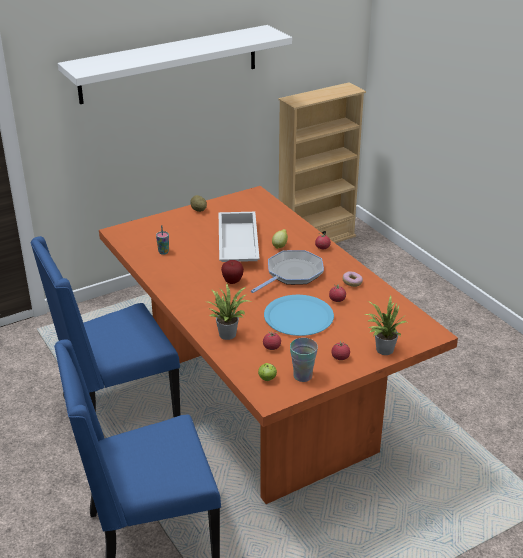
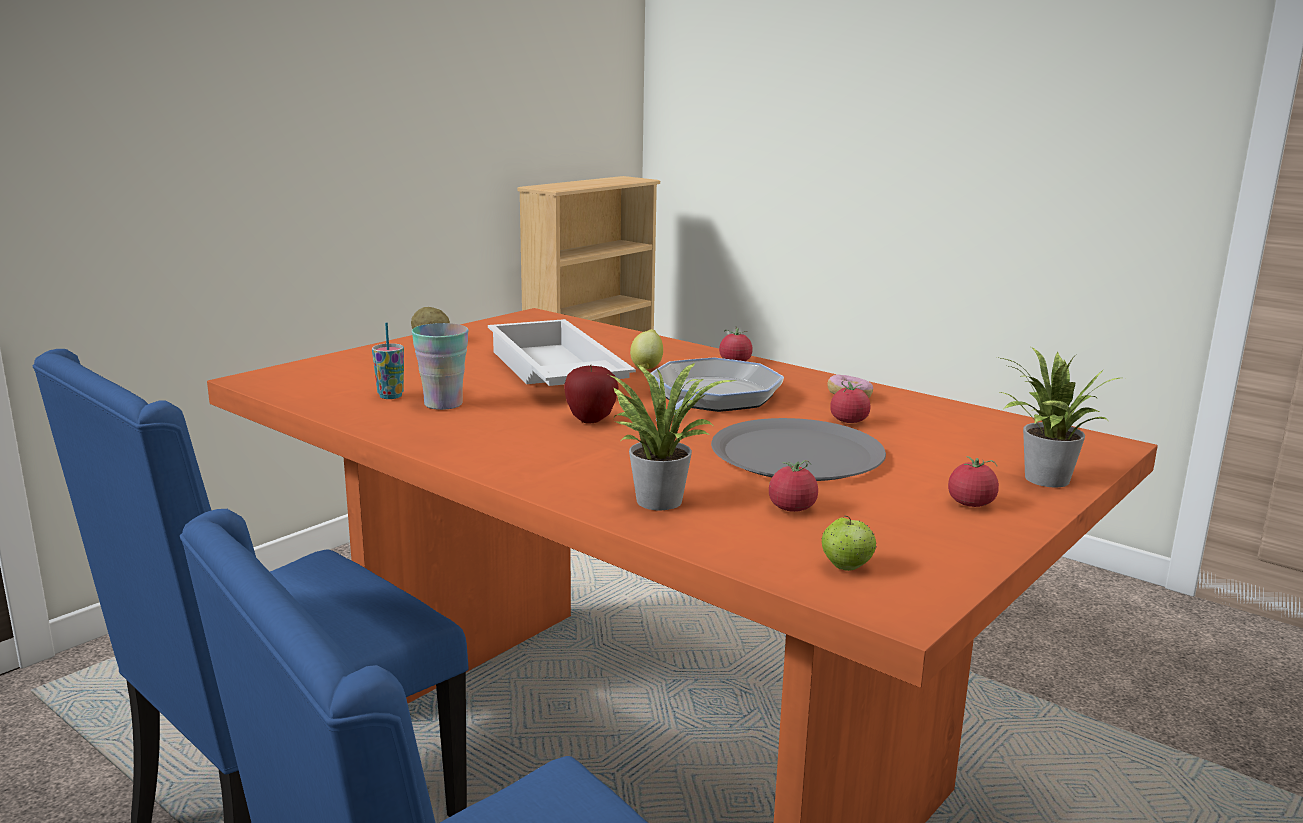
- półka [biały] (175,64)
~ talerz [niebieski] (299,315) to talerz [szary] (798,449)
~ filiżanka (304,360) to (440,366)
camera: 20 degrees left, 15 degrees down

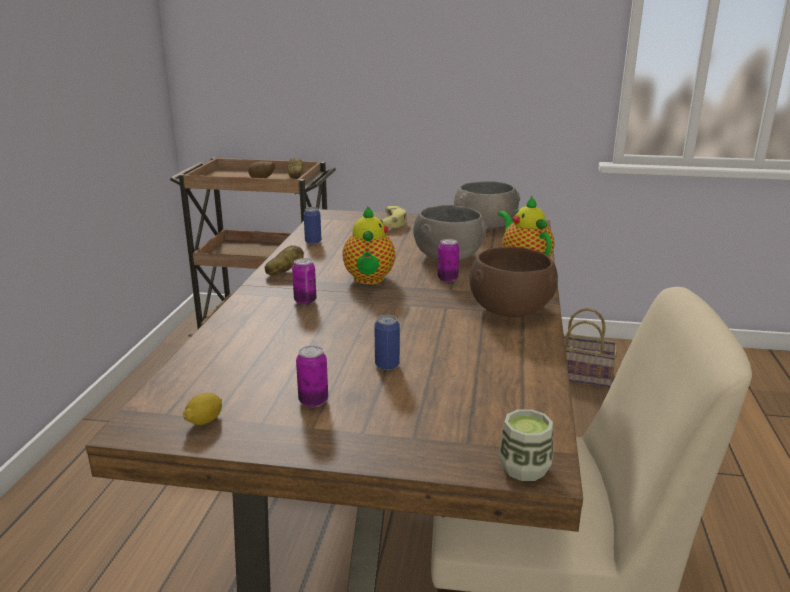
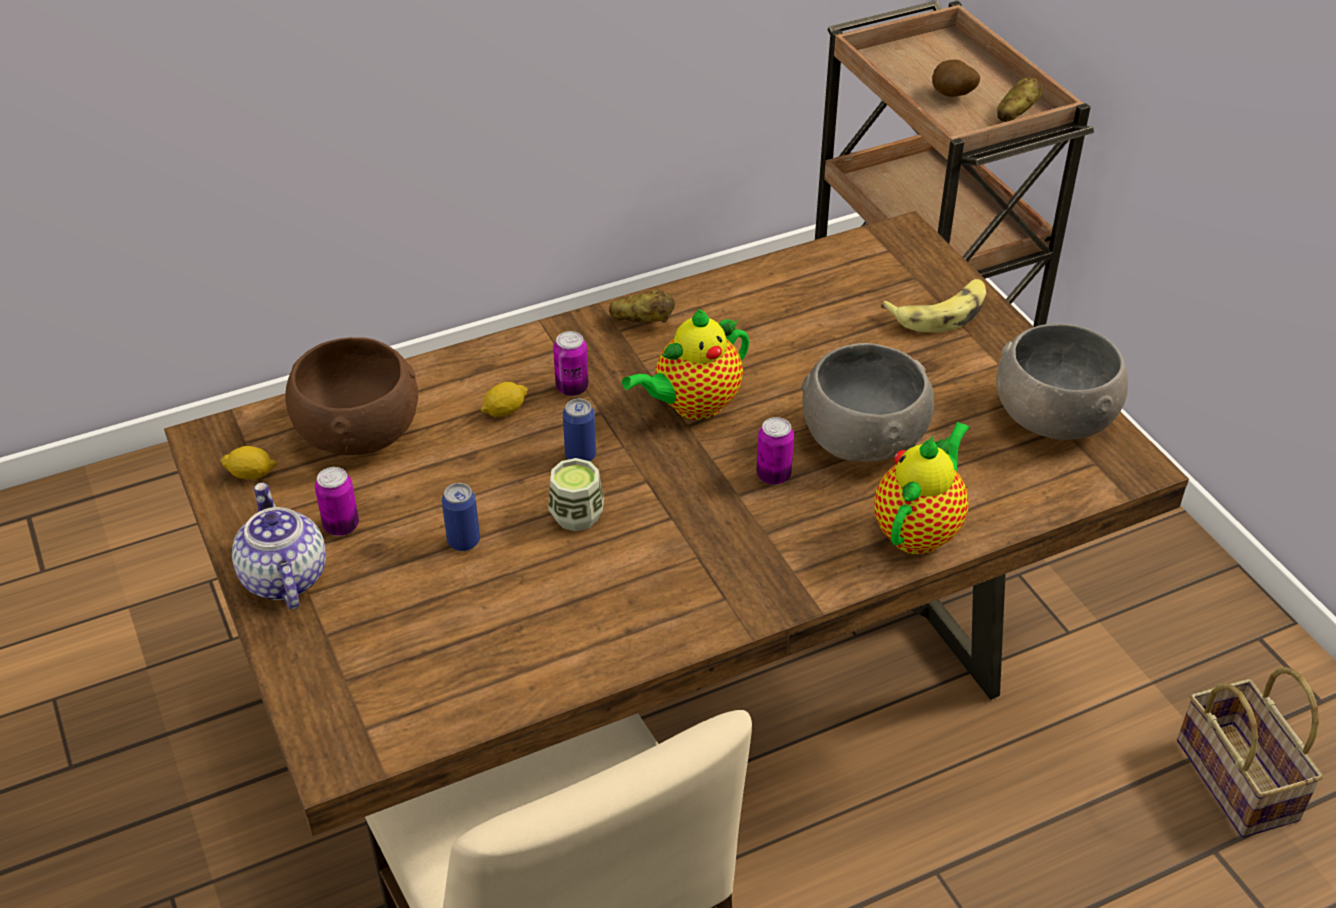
~ puszka (312,225) to (579,430)
~ miska [brązowy] (513,282) to (351,396)
~ filiżanka (525,445) to (576,494)
+ imbryk (279,546)
+ cytryna (504,399)
camera: 55 degrees right, 20 degrees up

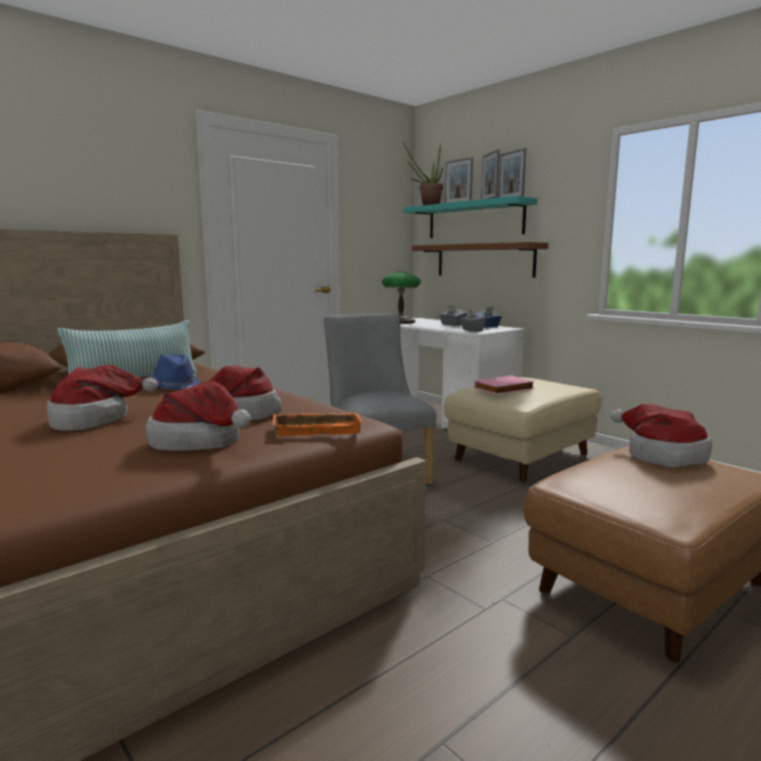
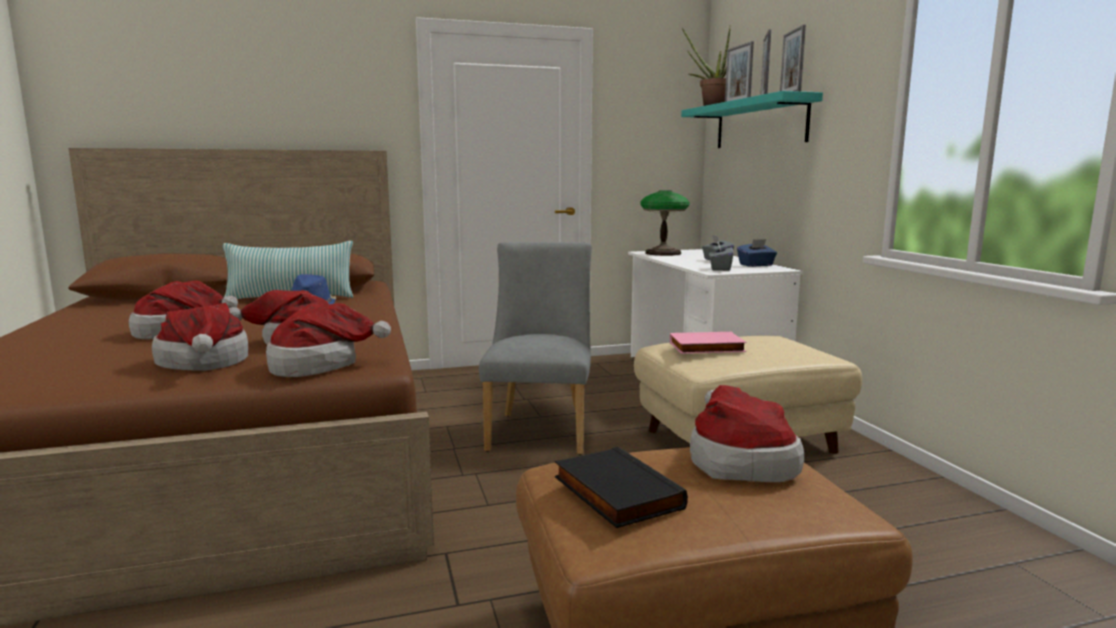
~ taca [pomarańczowy] (317,424) to kapelusz (328,340)
- półka [brązowy] (480,260)
+ książka [czarny] (621,487)
camera: 25 degrees right, 0 degrees up

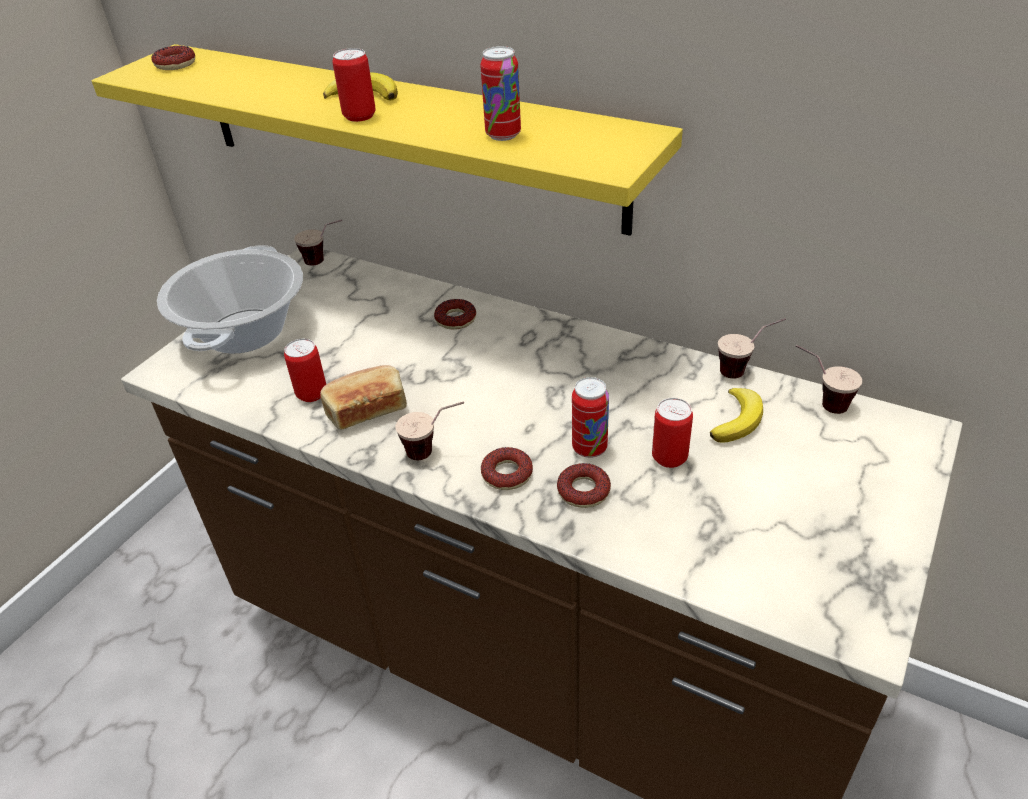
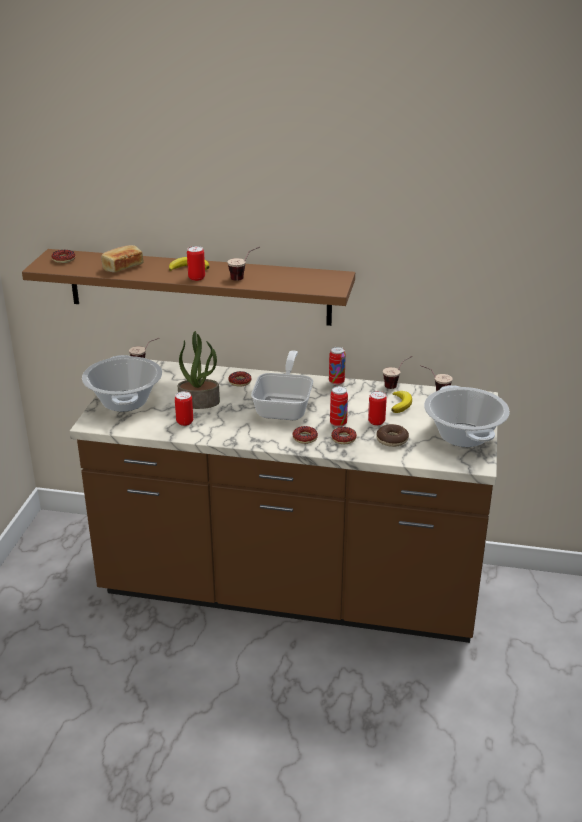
~ półka [żółty] (387,140) to półka [brązowy] (188,287)
~ chleb (363,397) to (122,259)
~ filiżanka (429,430) to (243,264)
~ puszka (500,93) to (337,366)
+ roślina doniczkowa (199,370)
+ patelnia (282,385)
+ donut (392,435)
+ garnek (467,416)
camera: 20 degrees left, 10 degrees down

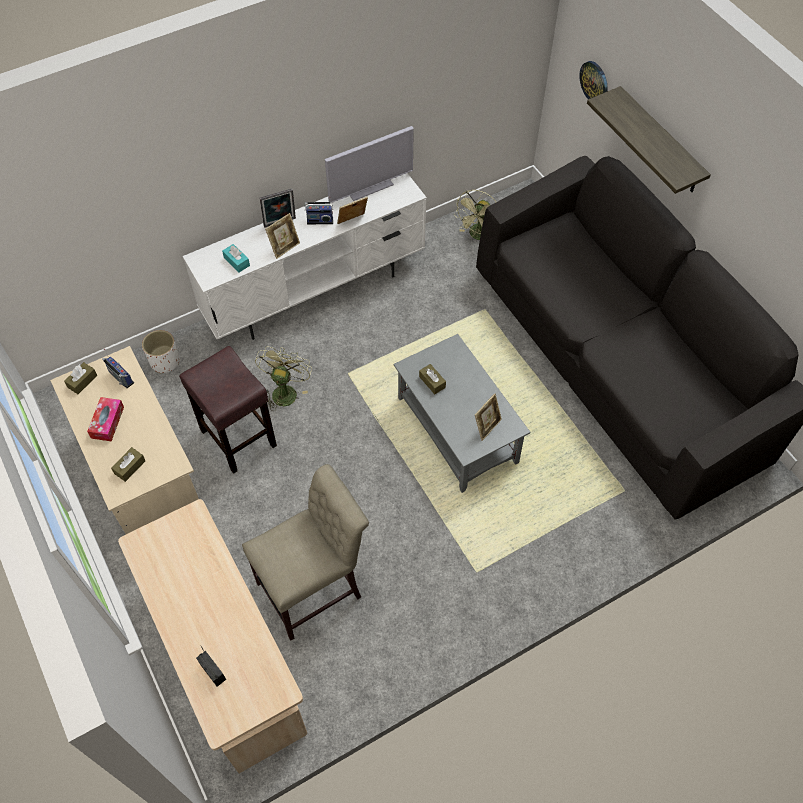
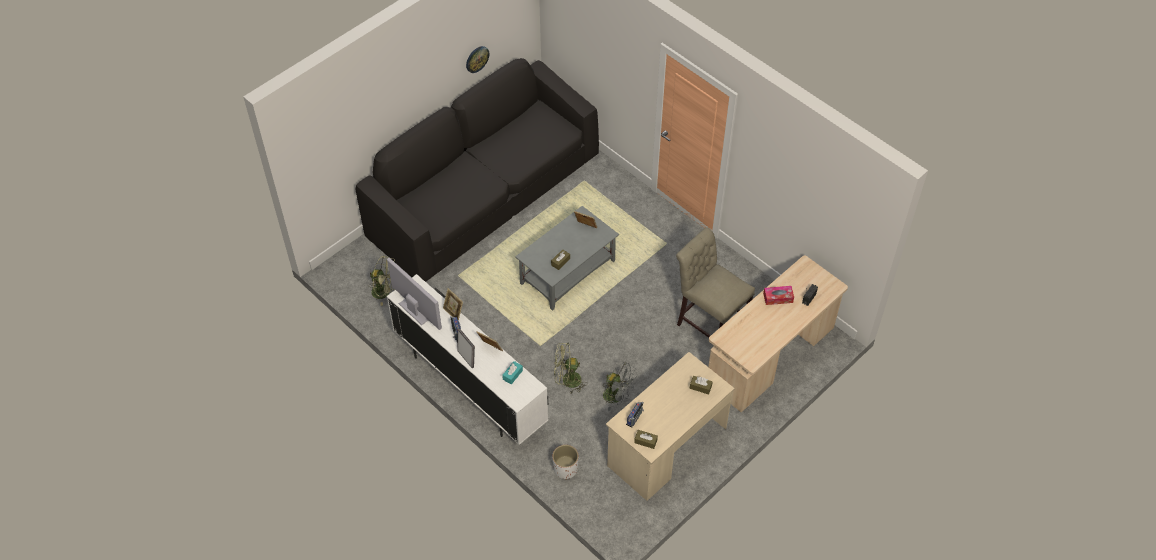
~ pudełko chusteczek (105,419) to (778,295)
~ stołek [brązowy] (228,410) to wentylator [szary] (620,386)
~ zegar ścienny (593,80) to (477,59)
- półka (649,140)
camera: 105 degrees left, 5 degrees down

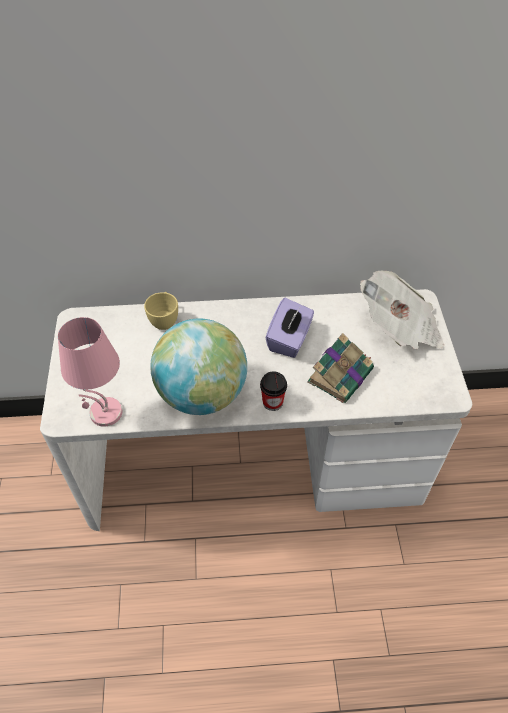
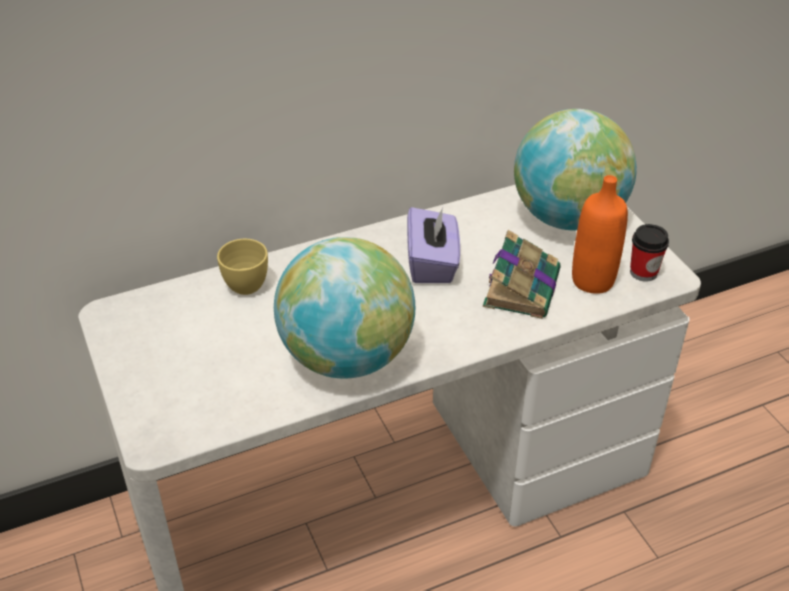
- lampa stołowa [różowy] (90,372)
~ filiżanka (273,391) to (649,253)
~ gazeta (402,310) to globus (575,169)
+ butelka [pomarańczowy] (600,234)
camera: 20 degrees left, 10 degrees down

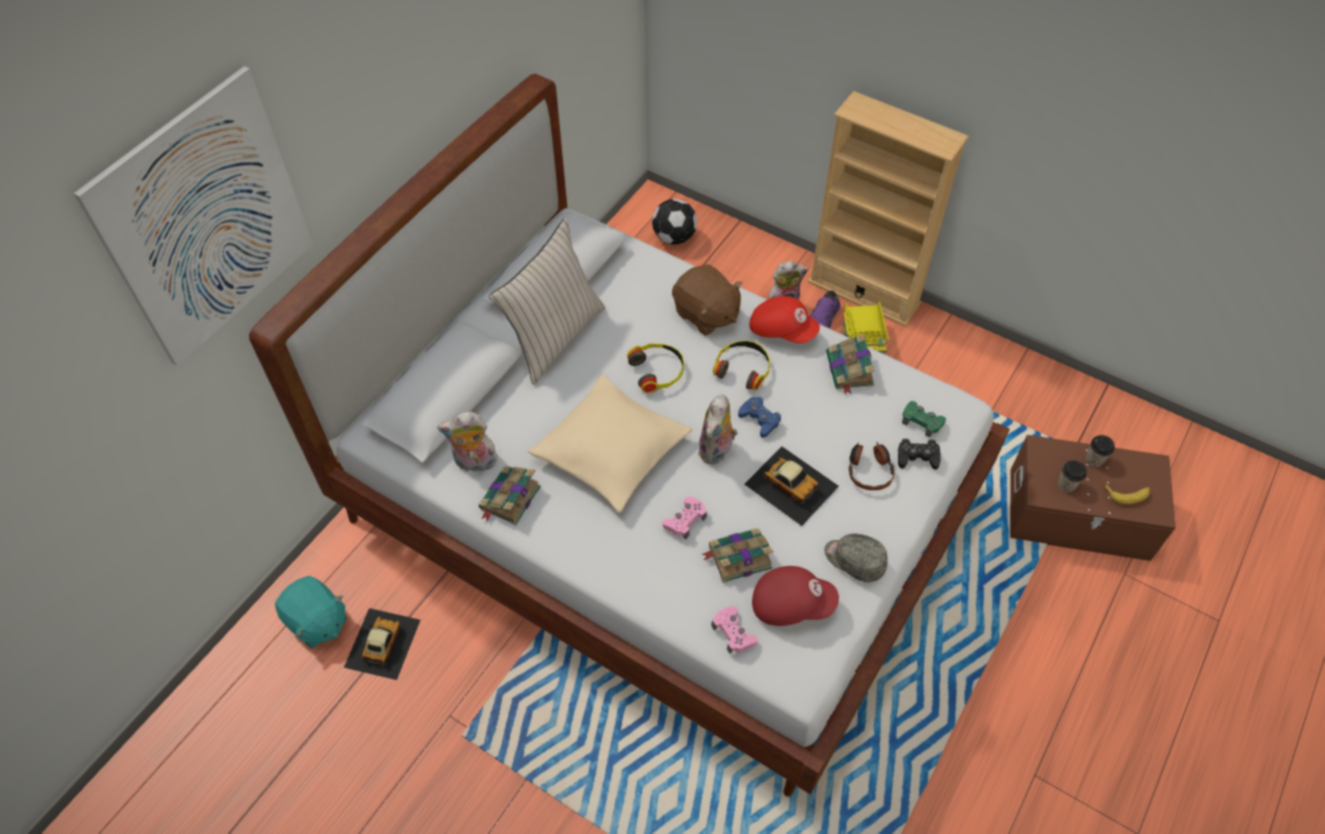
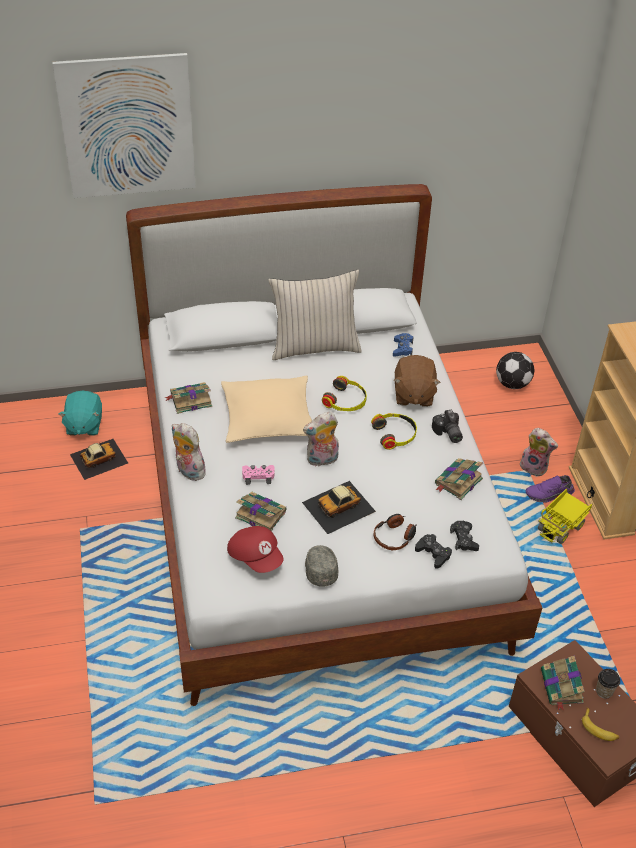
~ pluszak (468,442) to (189,452)
- pad do gier [różowy] (734,629)
~ pad do gier [niebieski] (759,417) to (403,345)
~ samochodzik (791,486) = (339,507) 60 degrees clockwise
~ czapka z daszkiem [czerwony] (784,319) to aparat fotograficzny (447,426)
~ pad do gier [zielony] (924,419) to pad do gier [czarny] (464,536)
~ filiżanka (1072,476) to książka (563,683)
camera: 45 degrees right, 10 degrees down

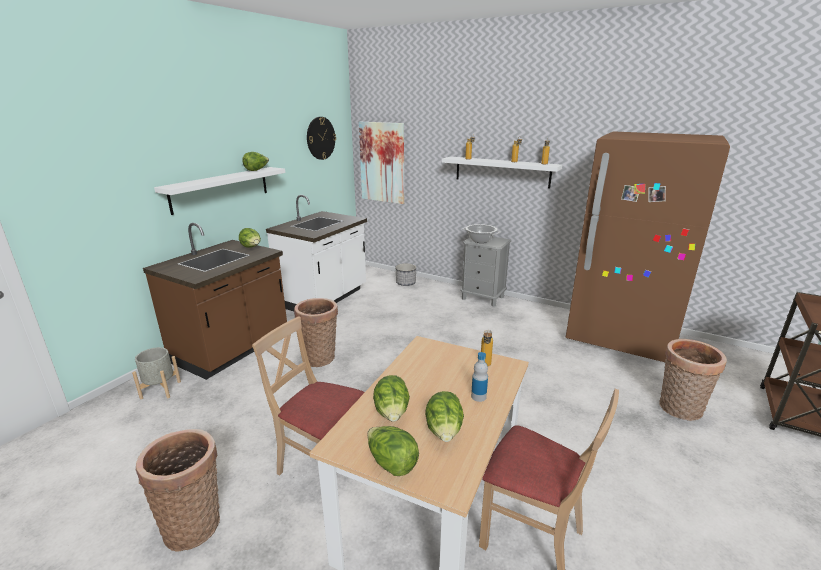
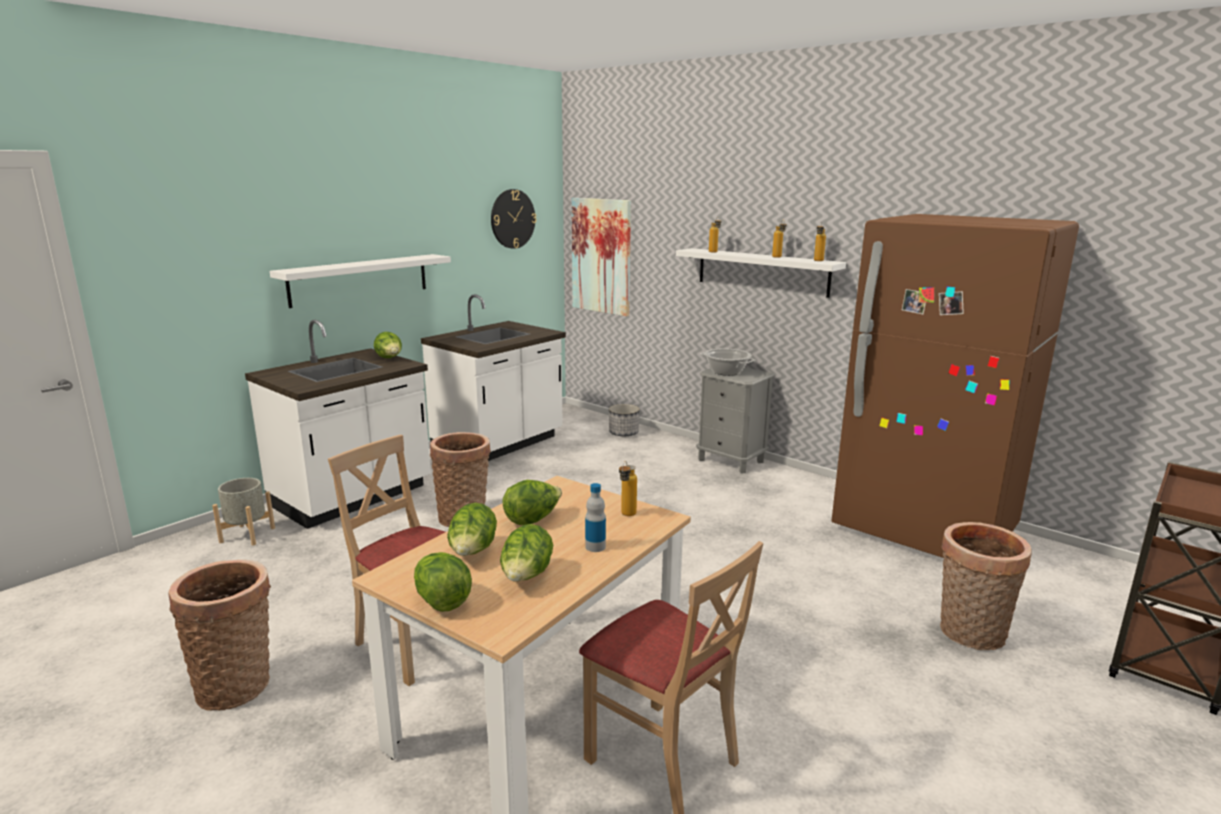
~ zabudowa kuchenna [brązowy] (215,301) to zabudowa kuchenna [biały] (338,424)
~ sałata (255,161) to (532,502)
camera: 10 degrees right, 5 degrees down

